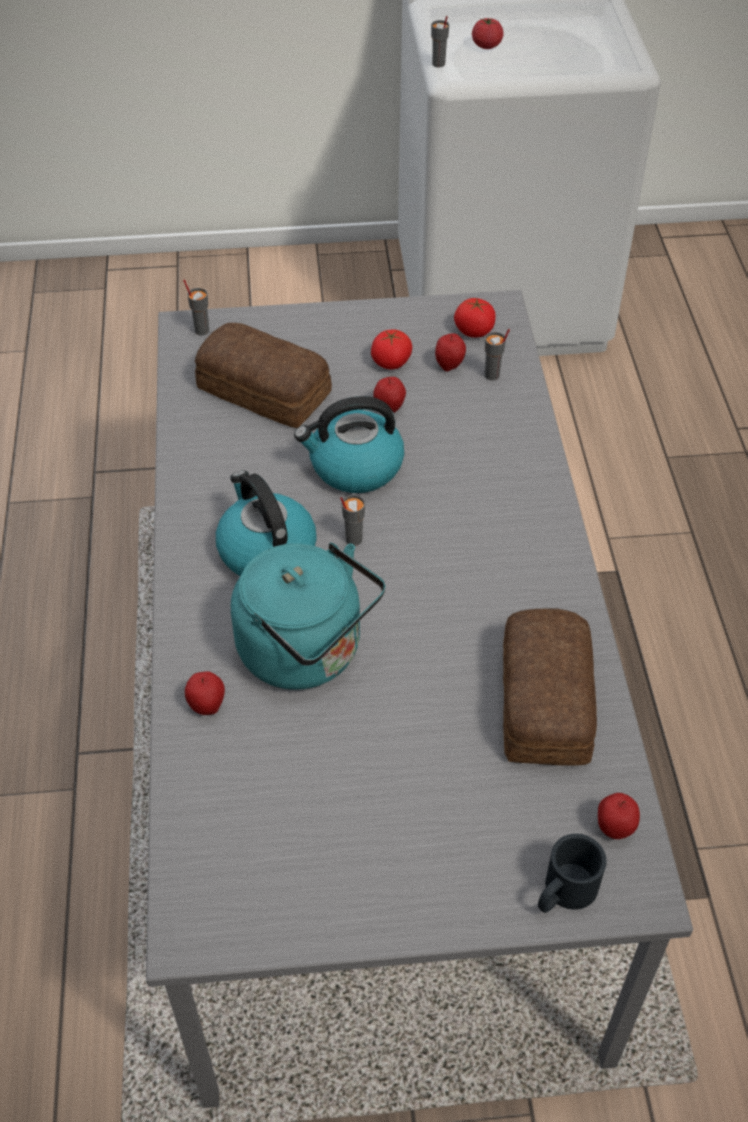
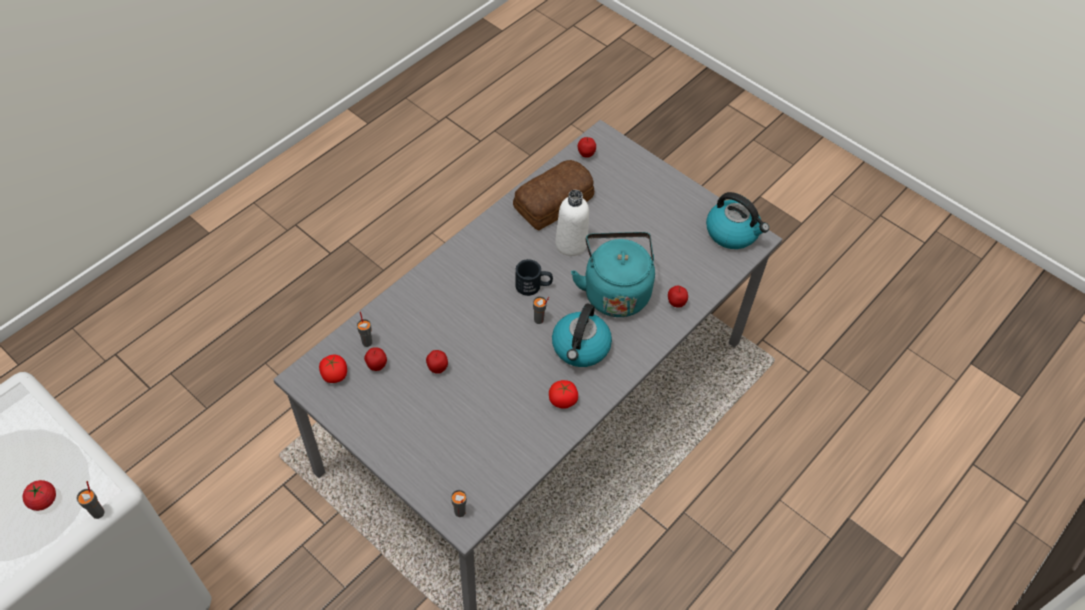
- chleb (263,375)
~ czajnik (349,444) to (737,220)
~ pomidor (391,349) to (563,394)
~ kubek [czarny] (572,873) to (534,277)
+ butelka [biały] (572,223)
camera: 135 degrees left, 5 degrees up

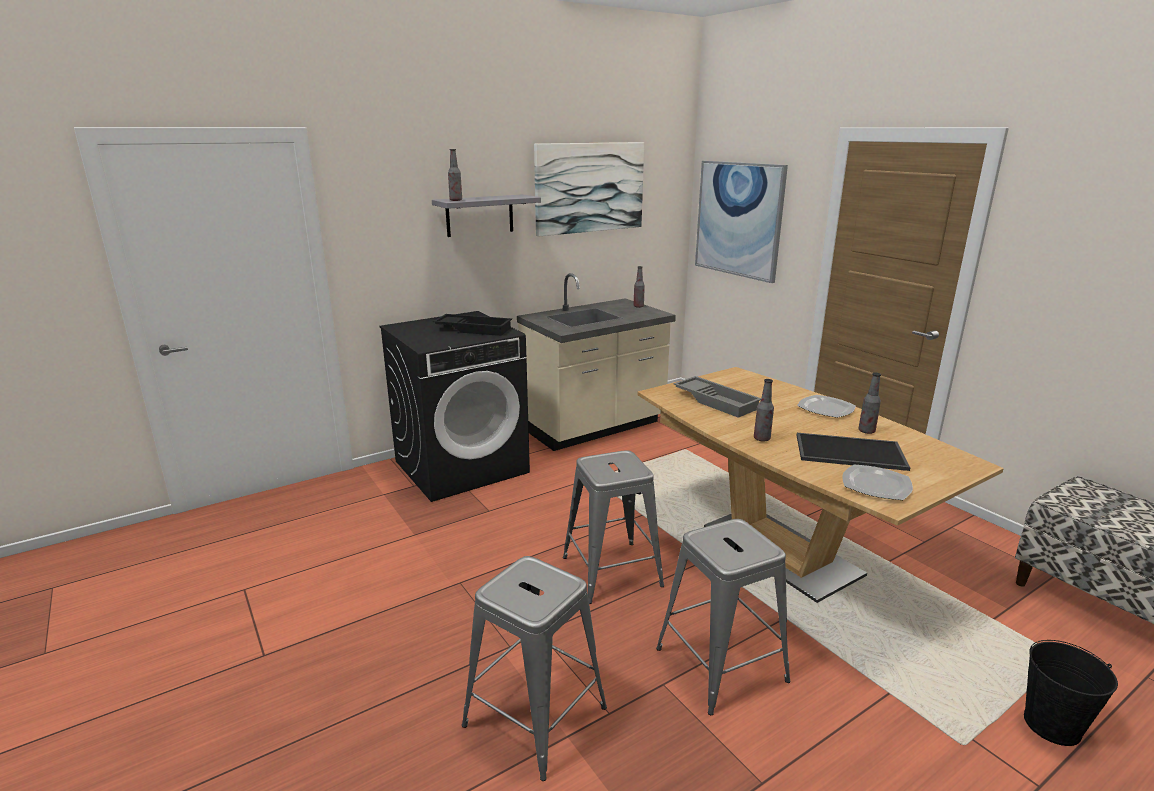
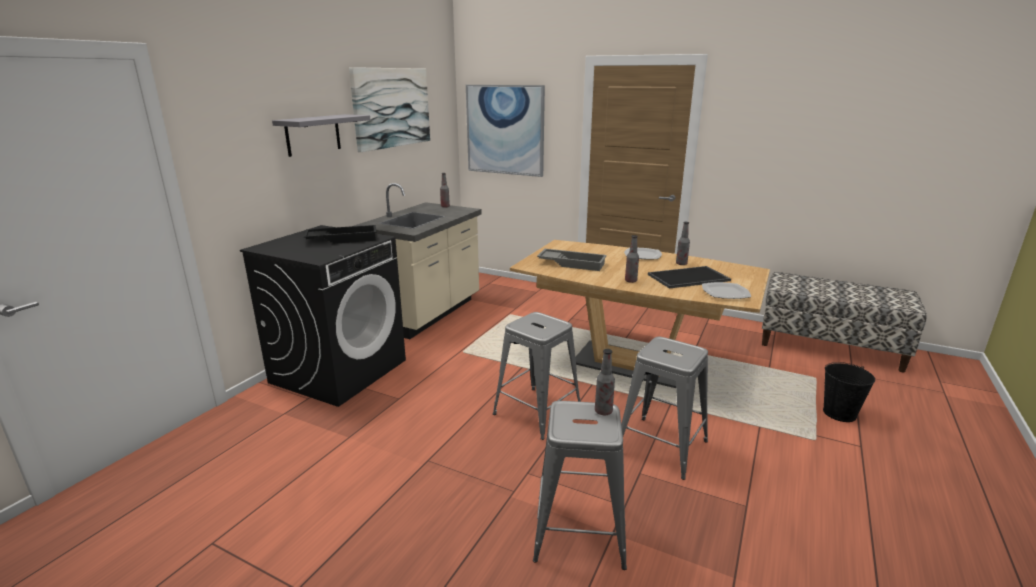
~ butelka (455,175) to (605,382)
camera: 30 degrees left, 0 degrees up

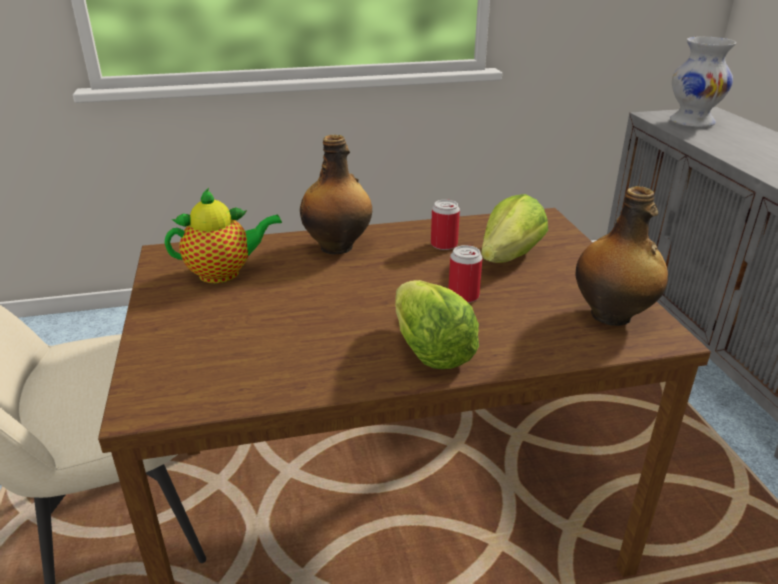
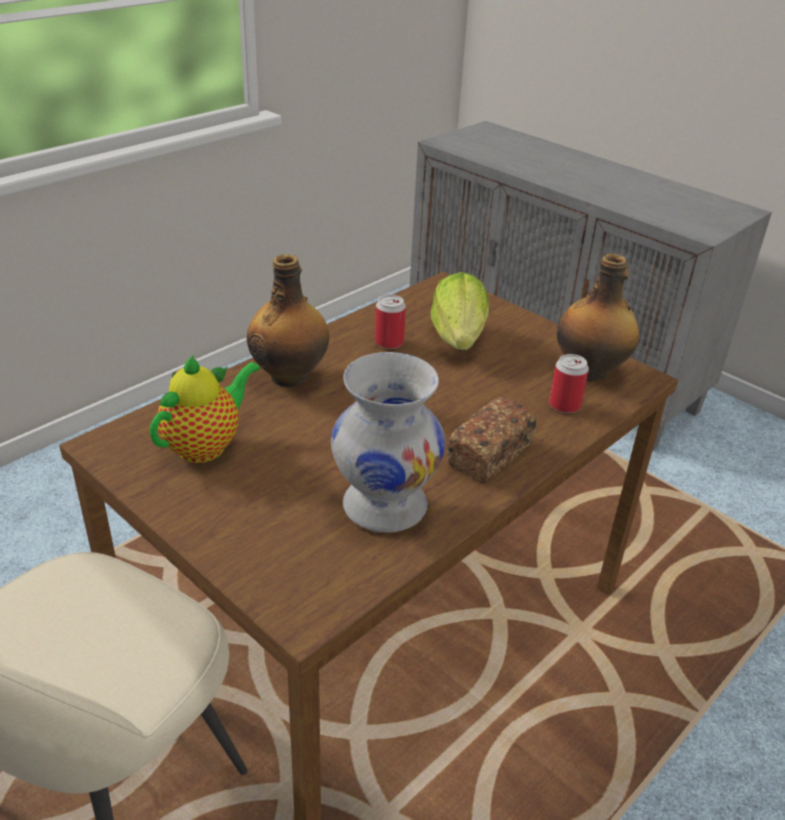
~ sałata (437,324) to chleb (492,440)
~ puszka (465,274) to (569,383)
~ wazon [biały] (703,82) to (388,442)
camera: 35 degrees left, 5 degrees up

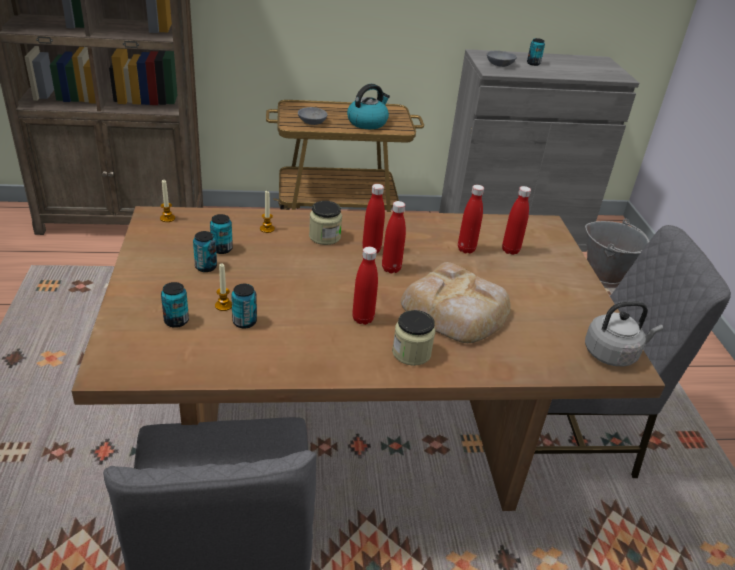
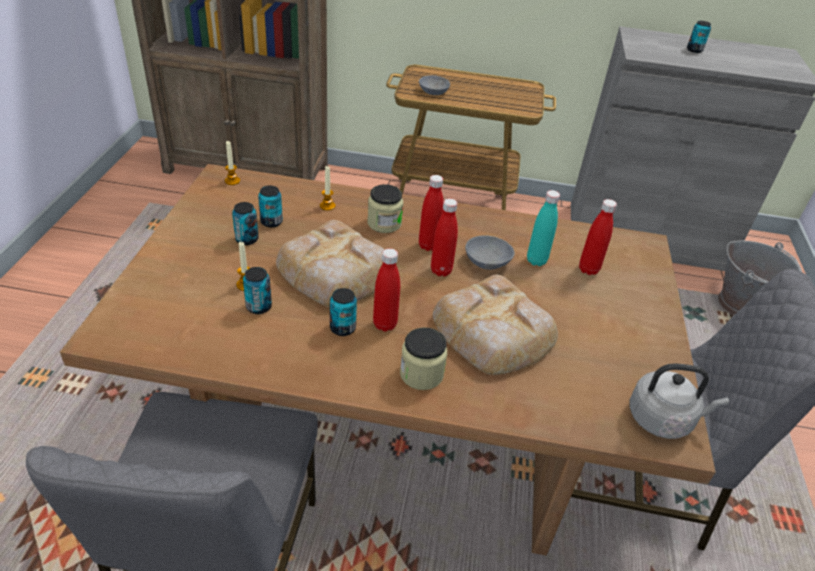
~ puszka (175,305) to (343,312)
- czajnik (368,106)
~ butelka [czerwony] (471,219) to butelka [turkusowy] (543,228)
~ miska [szary] (502,59) to (490,252)
+ chleb (330,263)
camera: 15 degrees right, 5 degrees up

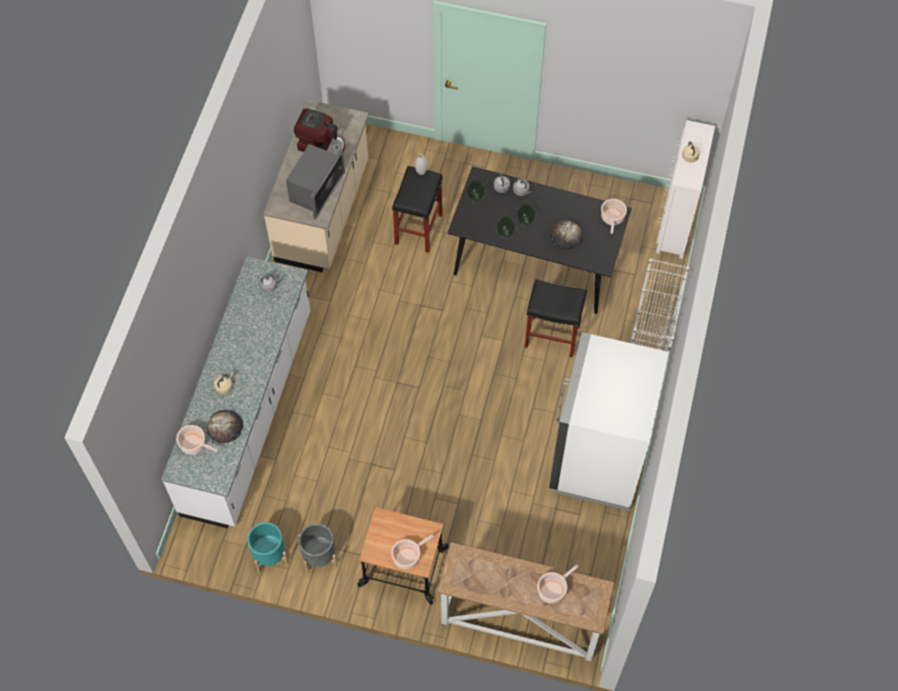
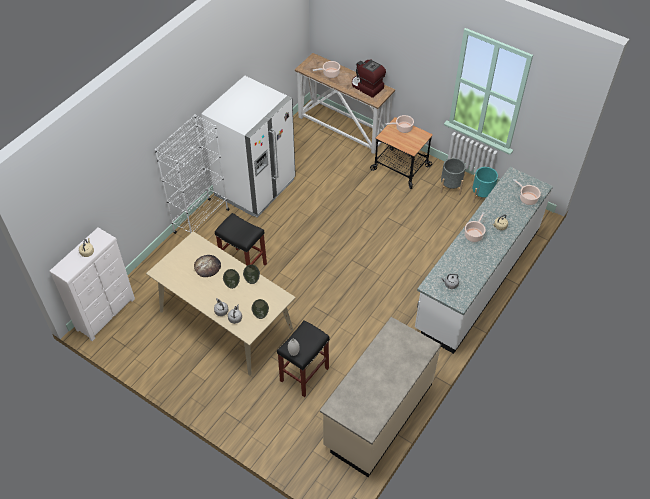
- chleb (225,426)
- mikrofalówka (315,181)
~ ekspres do kawy (319,131) to (369,79)
~ stół jadalny [czarny] (539,240) to stół jadalny [beżowy] (221,303)
~ garnek (614,216) to (475,227)
camera: 160 degrees left, 10 degrees down

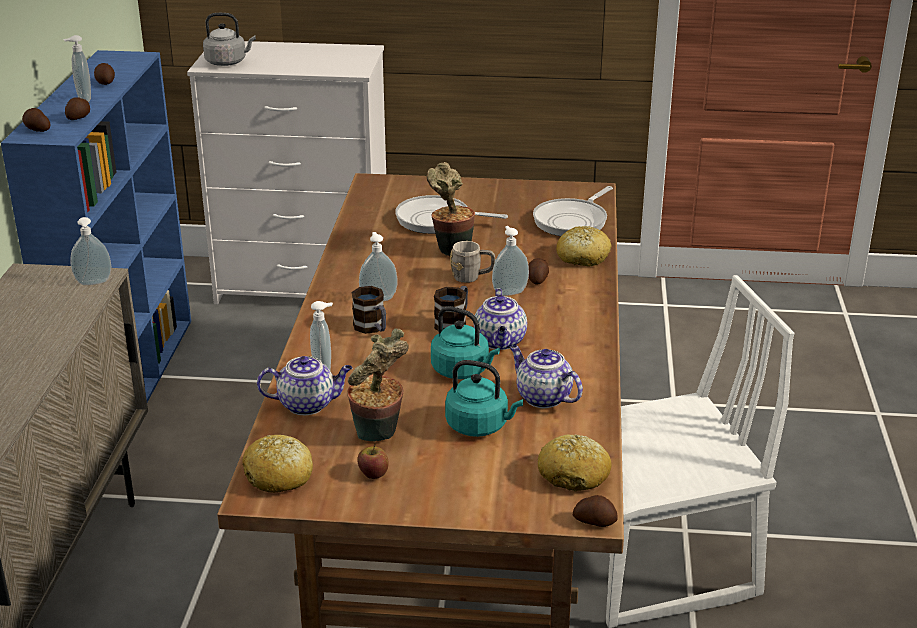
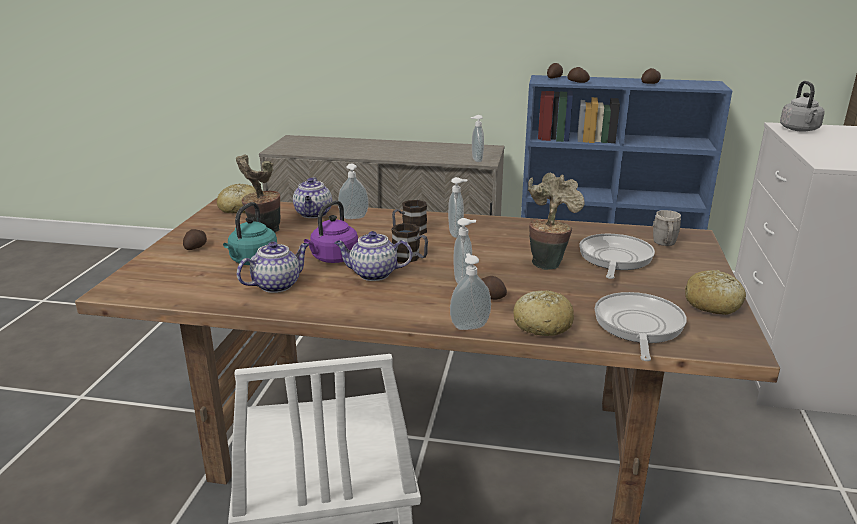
~ dozownik mydła (77,68) to (470,291)
- jabłko (373,461)
~ czajnik [turkusowy] (465,342) to czajnik [fioletowy] (331,231)
~ kubek [szary] (472,262) to (667,228)
~ patelnia (573,211) = (641,326) 60 degrees clockwise
~ chleb (575,463) to (715,292)
~ ziemniak (595,511) to (195,239)
camera: 95 degrees right, 5 degrees down

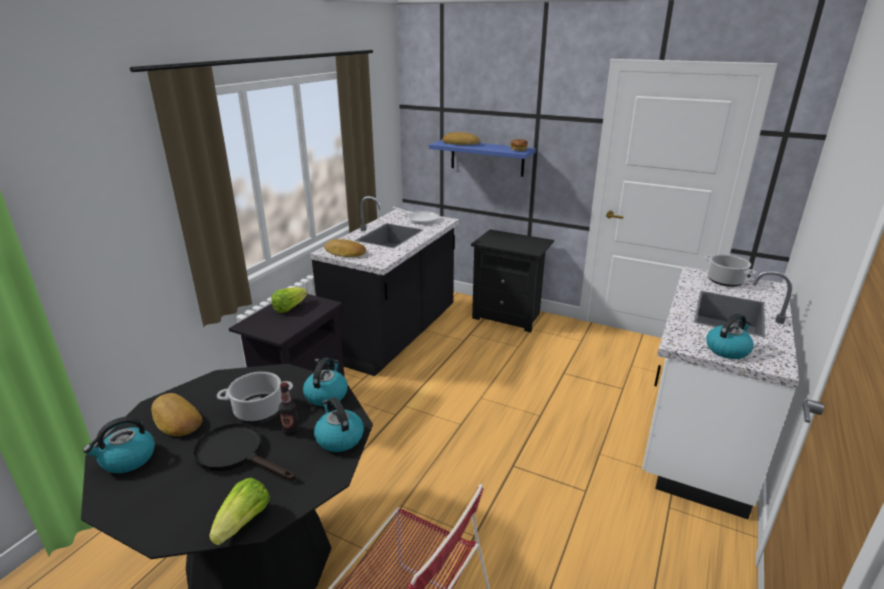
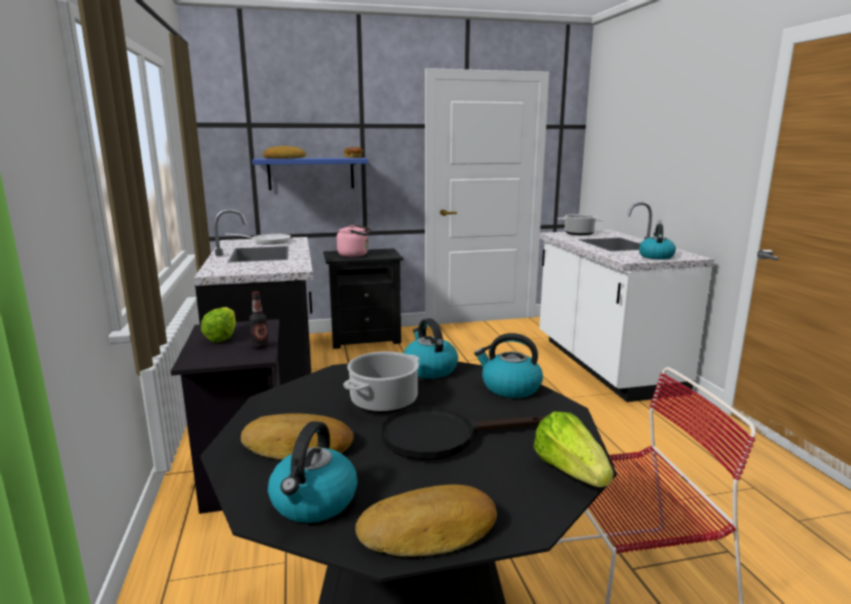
~ butelka (289,408) to (259,320)
~ chleb (345,248) to (426,520)
+ czajnik [różowy] (354,241)
camera: 40 degrees left, 10 degrees down

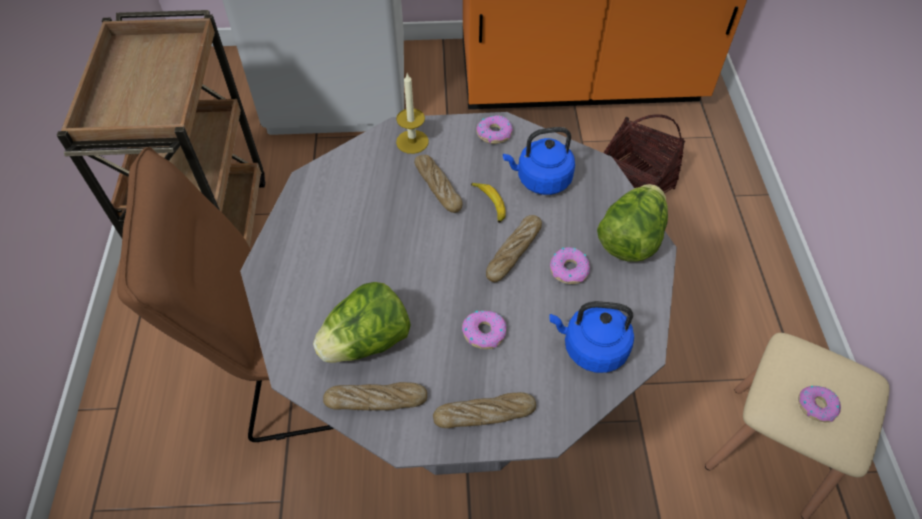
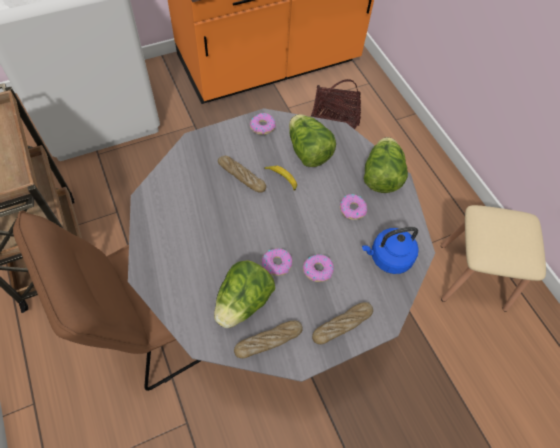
- świeca (412,113)
- chleb (514,248)
~ czajnik [niebieski] (539,161) to sałata (312,140)
~ donut (819,403) to (276,262)
camera: 25 degrees left, 5 degrees up

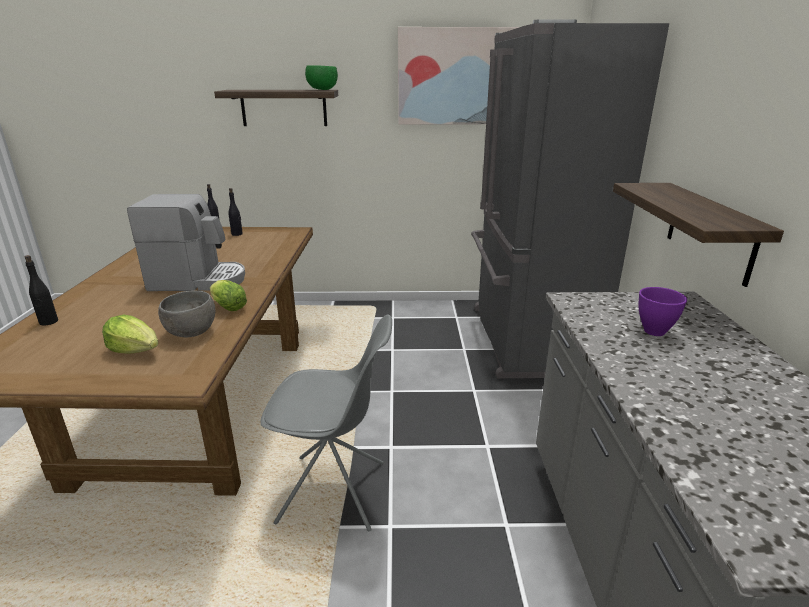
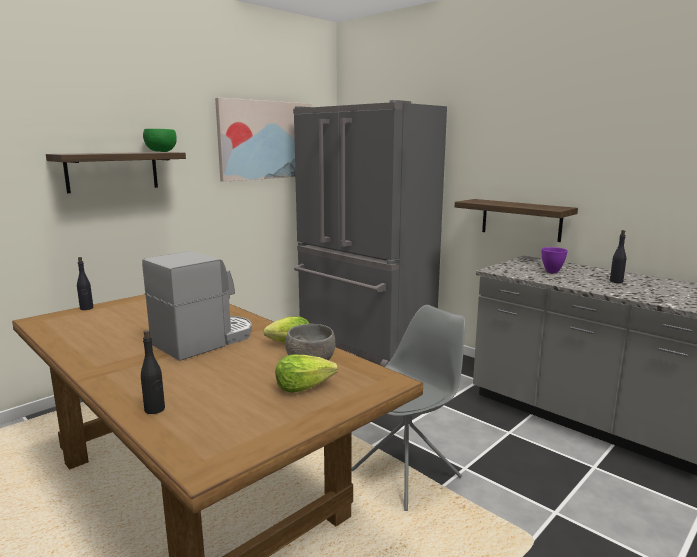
~ butelka [czarny] (235,212) to (618,256)
camera: 45 degrees left, 10 degrees down

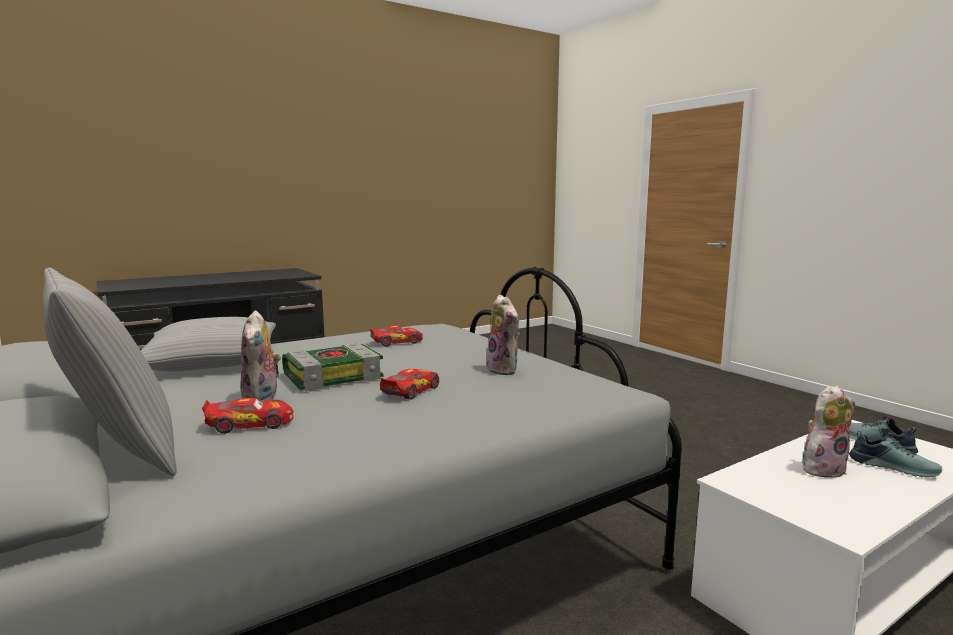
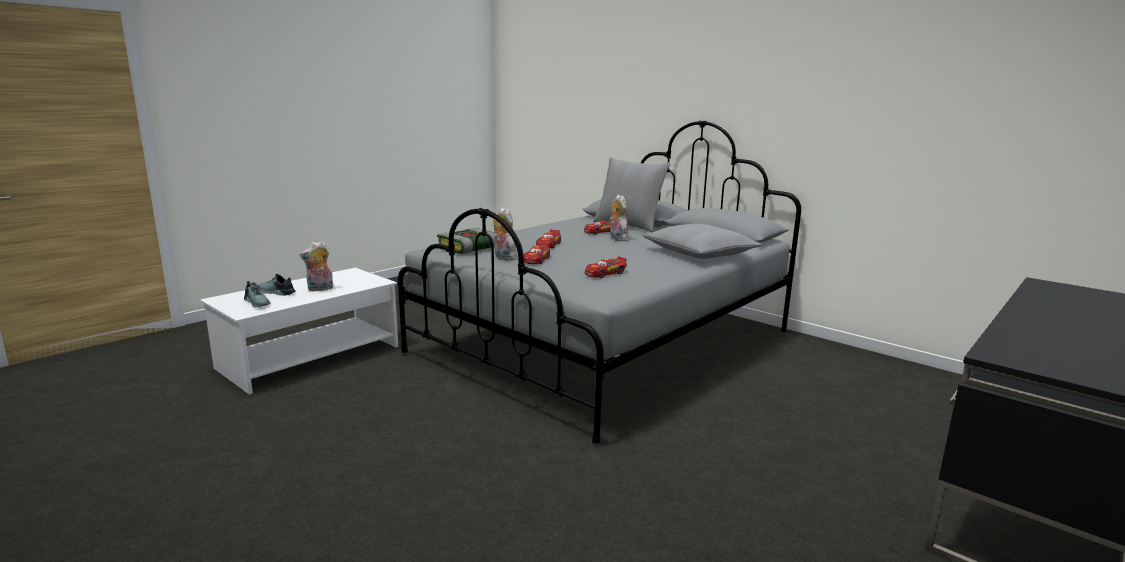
~ książka (333,367) to (466,241)
+ samochodzik (537,253)
camera: 165 degrees right, 5 degrees up

